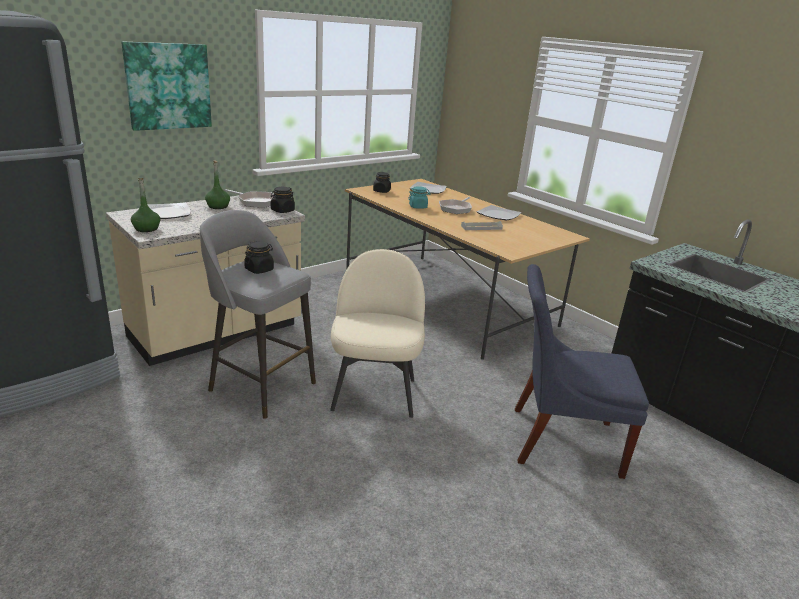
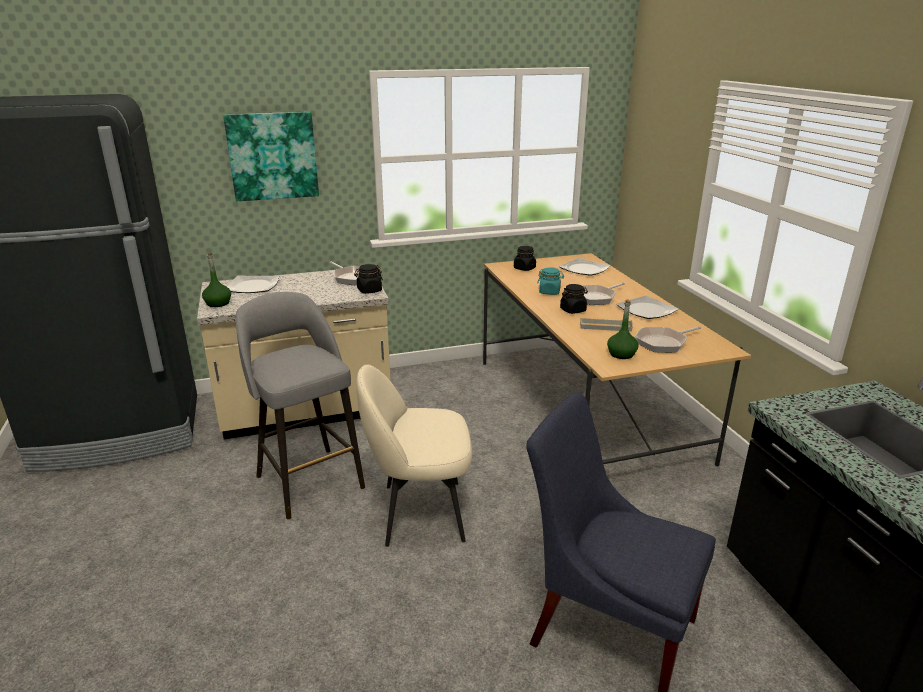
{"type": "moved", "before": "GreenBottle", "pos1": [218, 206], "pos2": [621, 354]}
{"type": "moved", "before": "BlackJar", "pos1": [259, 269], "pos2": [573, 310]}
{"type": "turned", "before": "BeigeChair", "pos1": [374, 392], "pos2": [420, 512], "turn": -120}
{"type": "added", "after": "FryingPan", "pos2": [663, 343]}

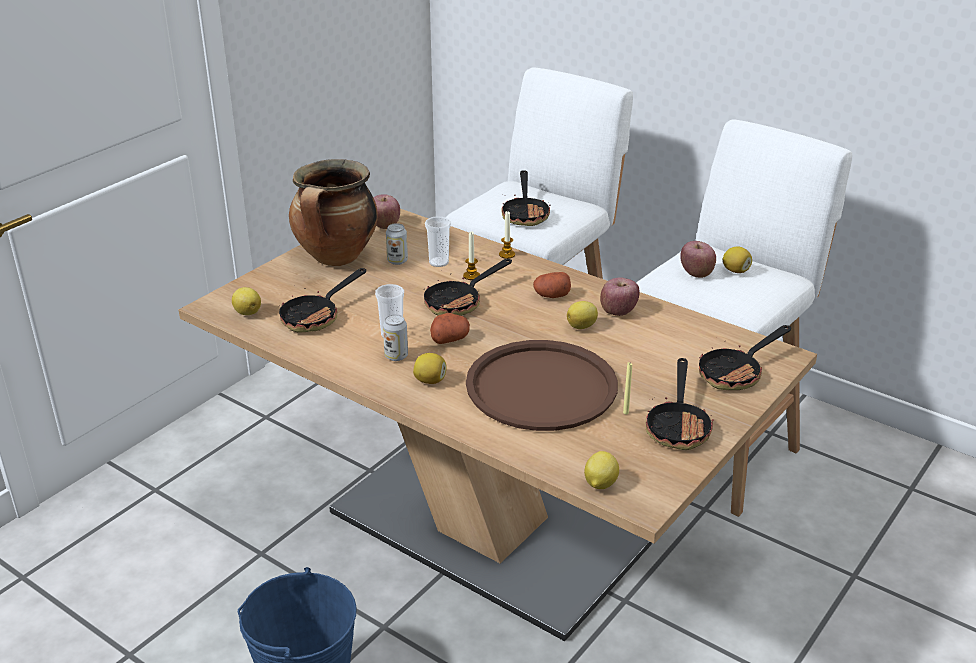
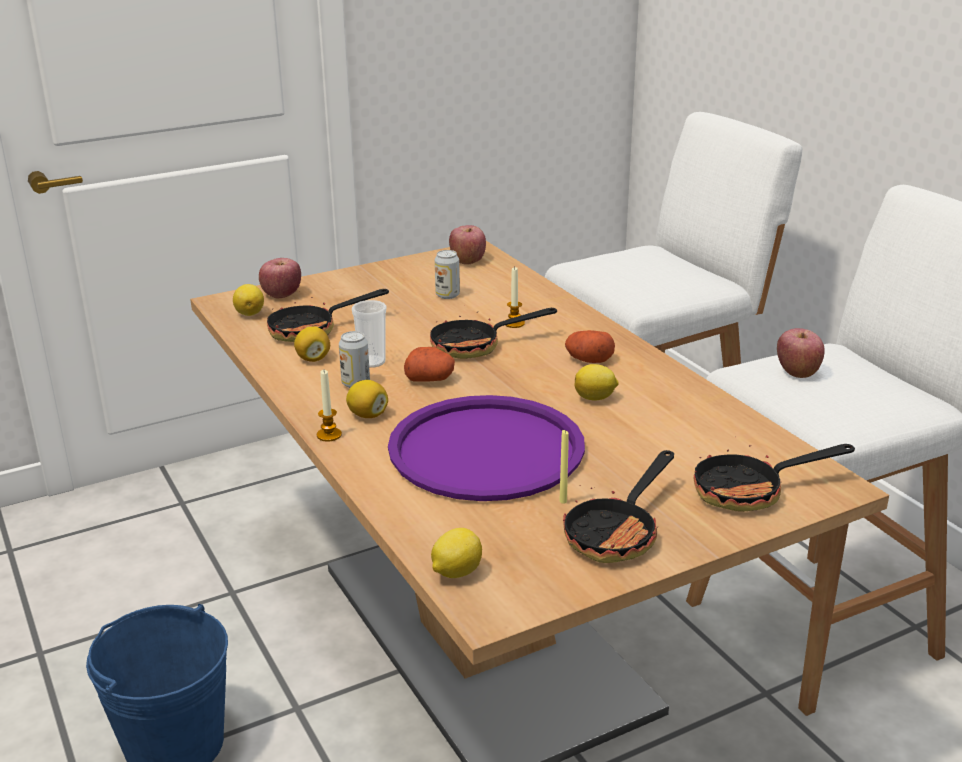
{"type": "removed", "before": "CookingPot", "pos1": [336, 258]}
{"type": "removed", "before": "FryingPan", "pos1": [525, 214]}
{"type": "moved", "before": "Candle", "pos1": [507, 254], "pos2": [329, 435]}
{"type": "removed", "before": "Cup", "pos1": [439, 262]}
{"type": "moved", "before": "Lemon", "pos1": [735, 271], "pos2": [313, 358]}
{"type": "moved", "before": "Apple", "pos1": [618, 311], "pos2": [282, 295]}
{"type": "recoloured", "before": "BrownTray", "after": "PurpleTray", "pos1": [541, 387], "pos2": [486, 450]}

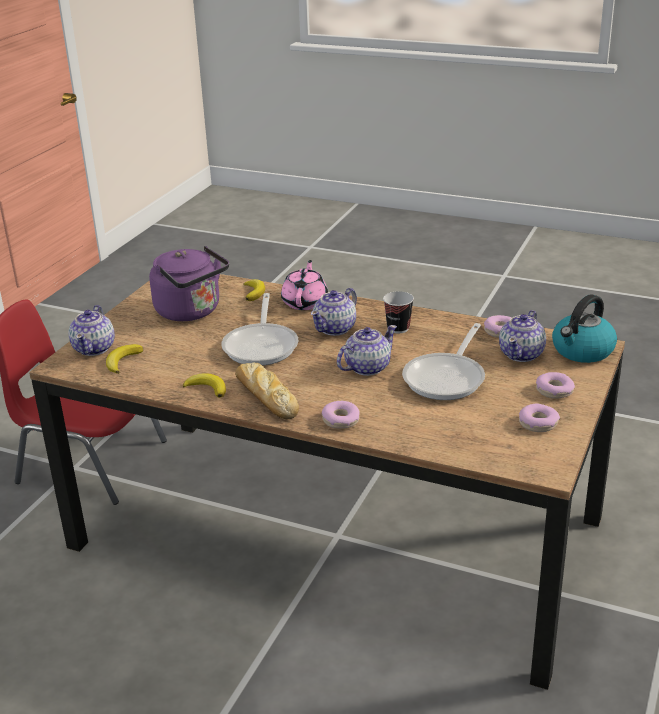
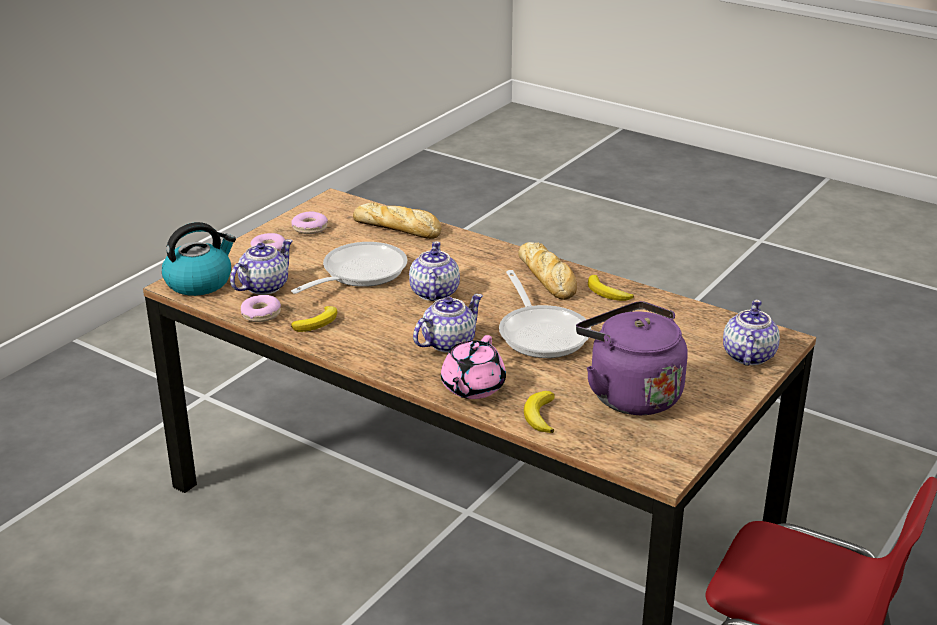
{"type": "removed", "before": "Cup", "pos1": [398, 328]}
{"type": "turned", "before": "FryingPan", "pos1": [262, 345], "pos2": [542, 333], "turn": 150}
{"type": "turned", "before": "Teapot", "pos1": [366, 367], "pos2": [433, 293], "turn": 120}
{"type": "moved", "before": "Banana", "pos1": [122, 361], "pos2": [318, 322]}
{"type": "removed", "before": "Donut", "pos1": [340, 420]}
{"type": "added", "after": "Bread", "pos2": [398, 228]}

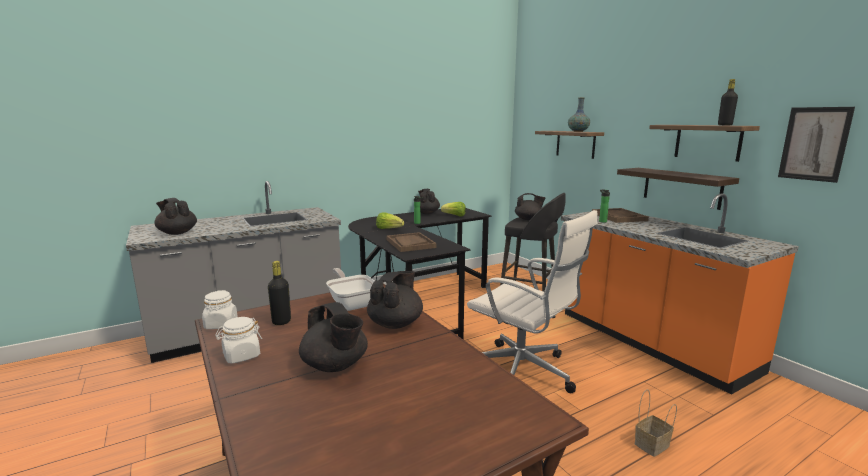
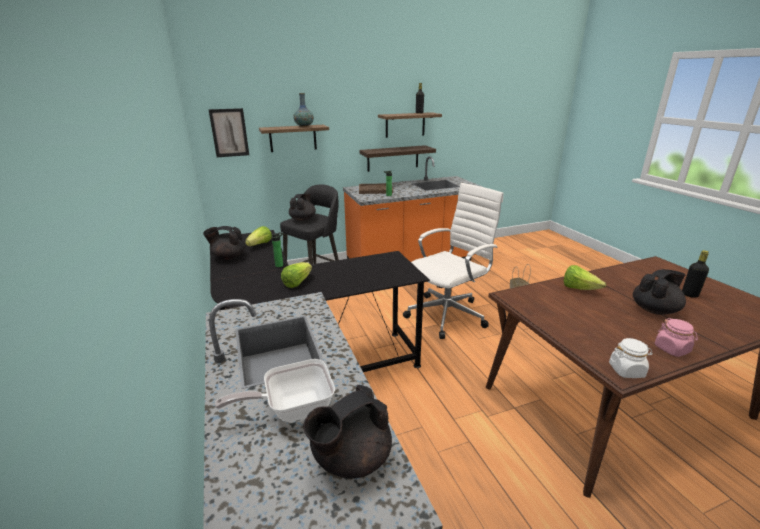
{"type": "moved", "before": "Picture", "pos1": [814, 144], "pos2": [229, 133]}
{"type": "removed", "before": "BrownTray", "pos1": [410, 243]}
{"type": "moved", "before": "BlackBottle", "pos1": [281, 321], "pos2": [689, 294]}
{"type": "moved", "before": "FryingPan", "pos1": [352, 303], "pos2": [292, 409]}
{"type": "replaced", "before": "BlackTeapot", "after": "Lettuce", "pos1": [396, 323], "pos2": [579, 288]}
{"type": "recoloured", "before": "WhiteJar", "after": "PinkJar", "pos1": [241, 356], "pos2": [672, 349]}

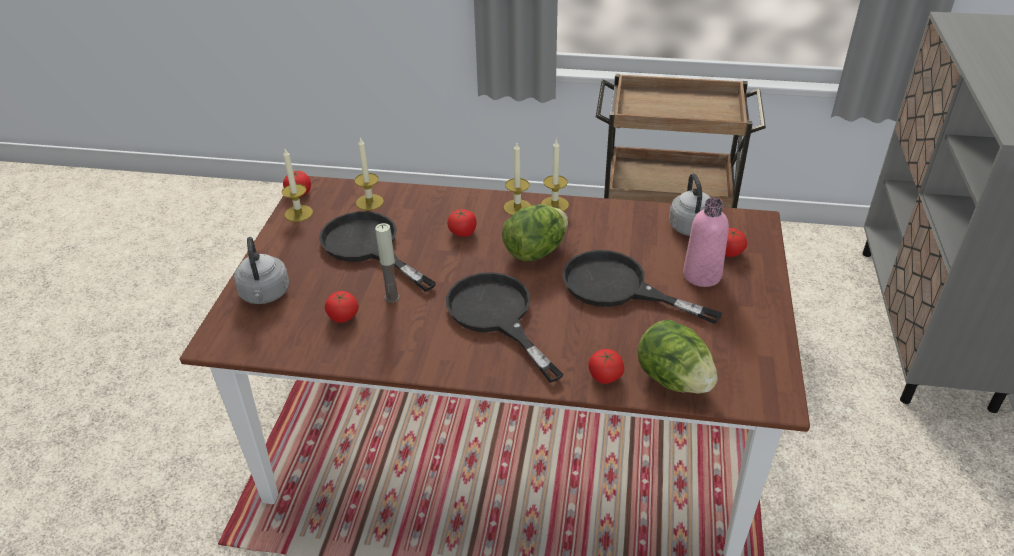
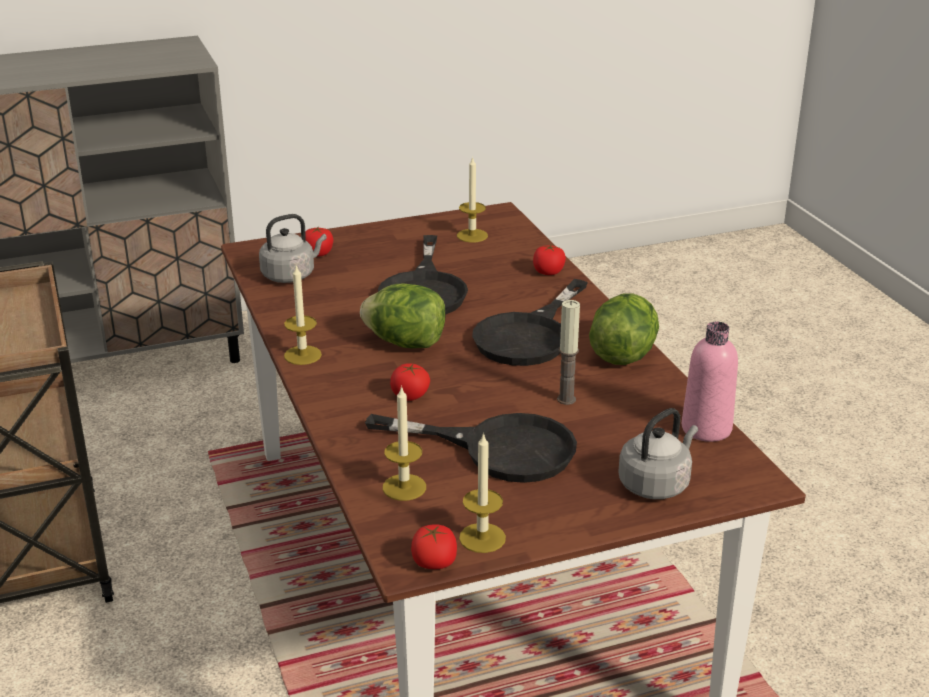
{"type": "moved", "before": "Candle", "pos1": [517, 207], "pos2": [472, 235]}
{"type": "moved", "before": "PinkBottle", "pos1": [702, 275], "pos2": [706, 429]}
{"type": "turned", "before": "BlackFryingPan", "pos1": [368, 247], "pos2": [499, 449], "turn": -90}
{"type": "removed", "before": "Tomato", "pos1": [343, 317]}
{"type": "moved", "before": "Lettuce", "pos1": [673, 379], "pos2": [623, 355]}

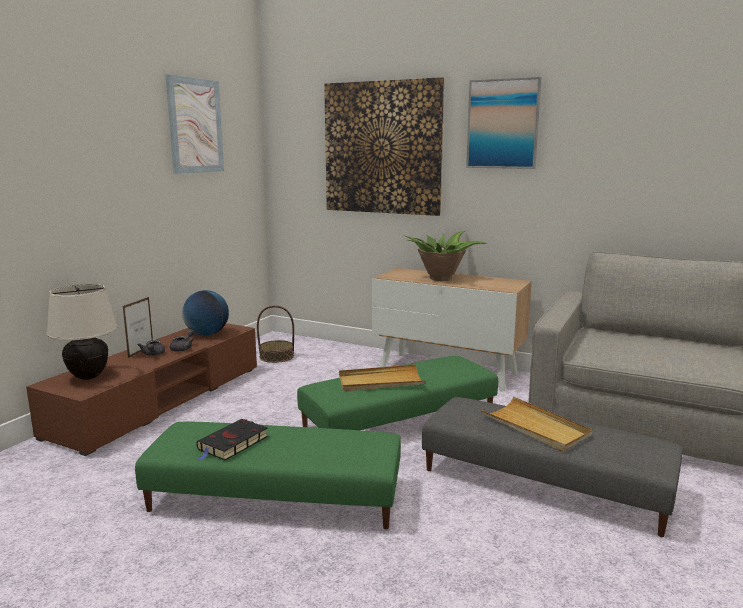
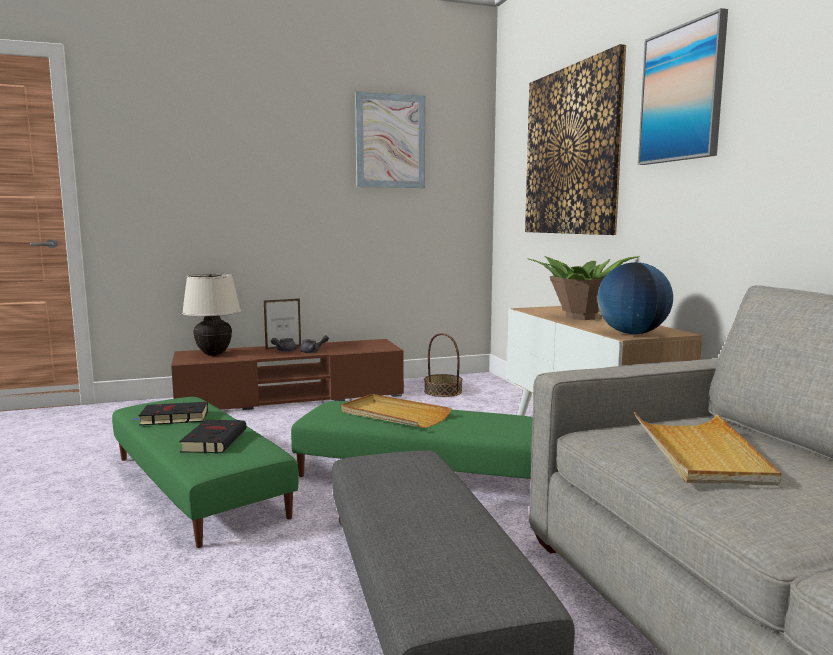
{"type": "moved", "before": "Globe", "pos1": [207, 334], "pos2": [632, 333]}
{"type": "moved", "before": "BeigeTray", "pos1": [535, 427], "pos2": [700, 453]}
{"type": "added", "after": "BlackBook", "pos2": [215, 440]}

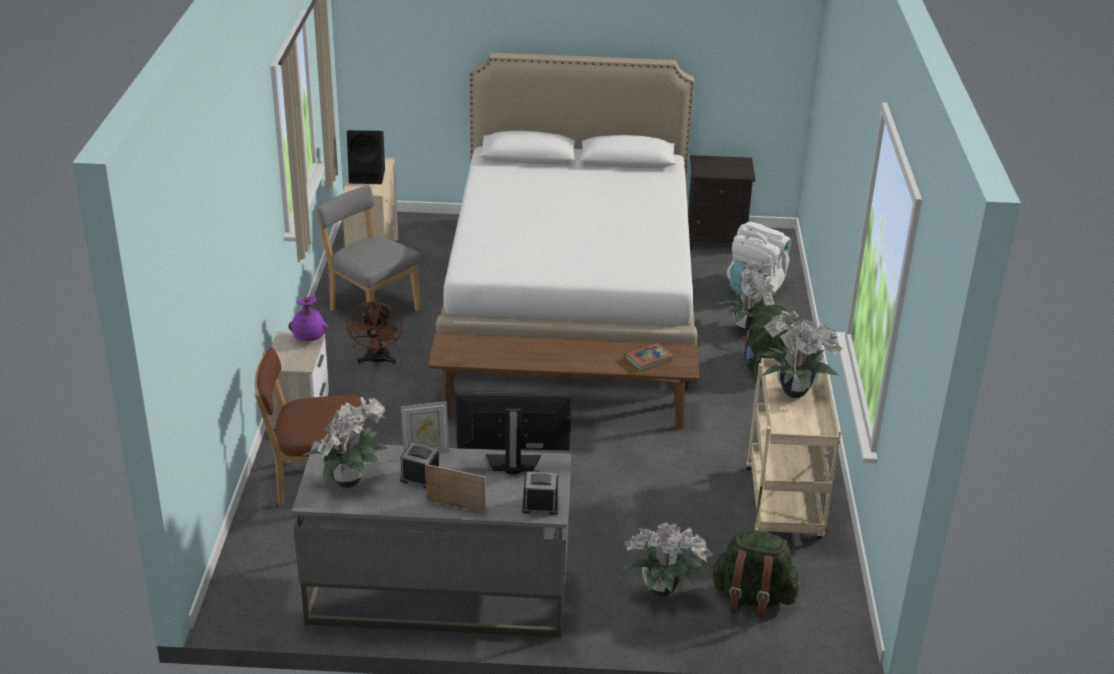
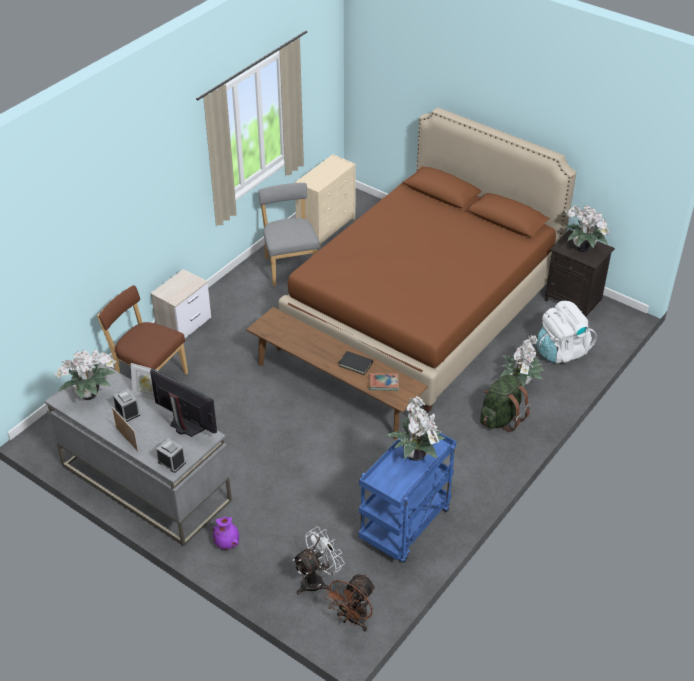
{"type": "recoloured", "before": "WhiteBed", "after": "BrownBed", "pos1": [570, 297], "pos2": [423, 307]}
{"type": "removed", "before": "BlackSpeaker", "pos1": [368, 176]}
{"type": "moved", "before": "PurpleVase", "pos1": [309, 338], "pos2": [227, 542]}
{"type": "moved", "before": "BrownFan", "pos1": [376, 361], "pos2": [353, 620]}
{"type": "recoloured", "before": "BeigeCart", "after": "BlueCart", "pos1": [784, 505], "pos2": [405, 527]}
{"type": "moved", "before": "PottedPlant", "pos1": [664, 591], "pos2": [584, 249]}
{"type": "replaced", "before": "GreenBackpack", "after": "WhiteFan", "pos1": [752, 599], "pos2": [317, 580]}
{"type": "added", "after": "BlackBook", "pos2": [355, 364]}

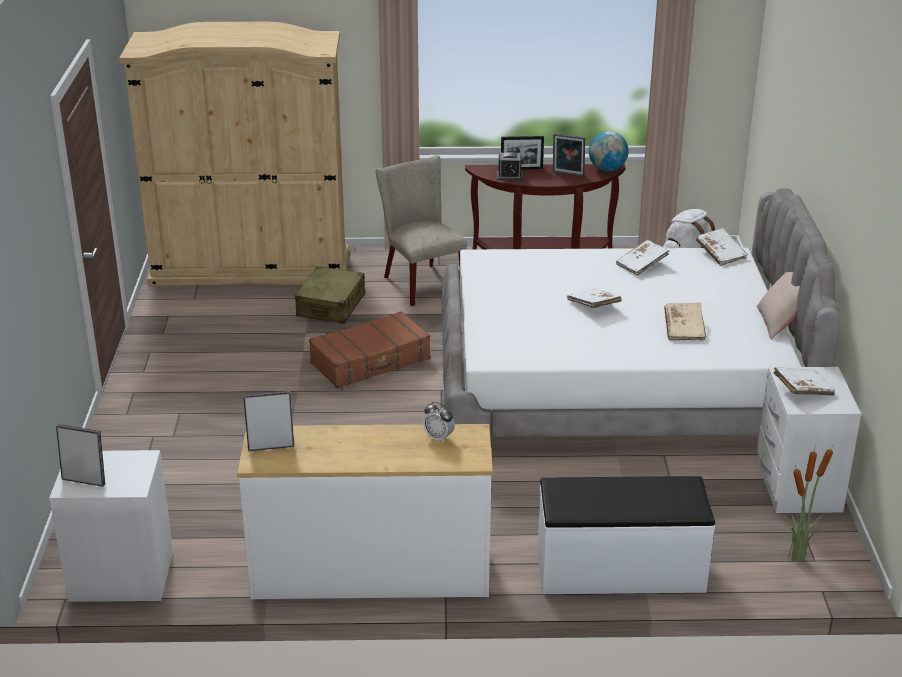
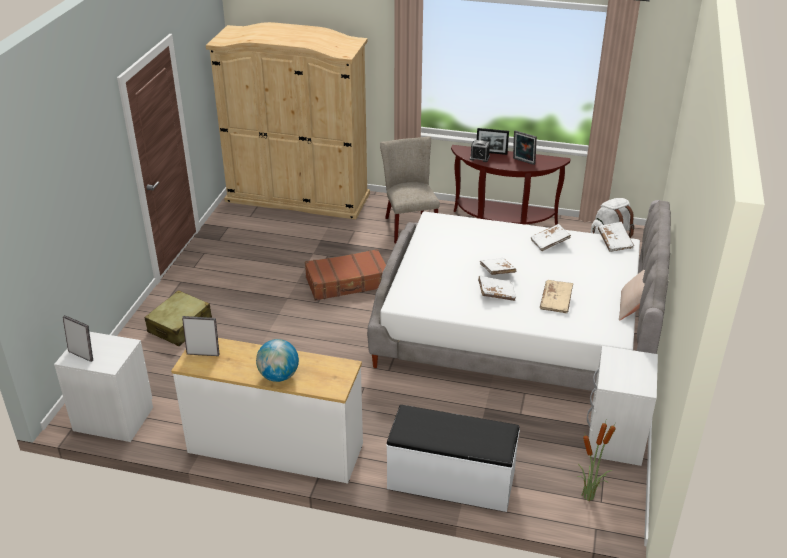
{"type": "moved", "before": "Globe", "pos1": [607, 169], "pos2": [279, 376]}
{"type": "moved", "before": "BeigeSuitcase", "pos1": [331, 306], "pos2": [180, 326]}
{"type": "moved", "before": "WhiteBook", "pos1": [802, 390], "pos2": [496, 294]}
{"type": "removed", "before": "AlarmClock", "pos1": [439, 437]}

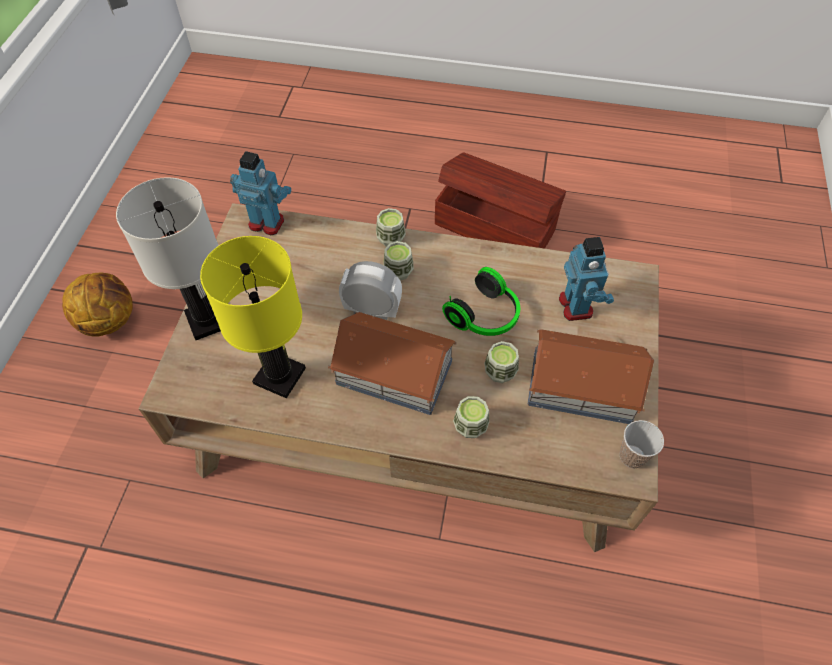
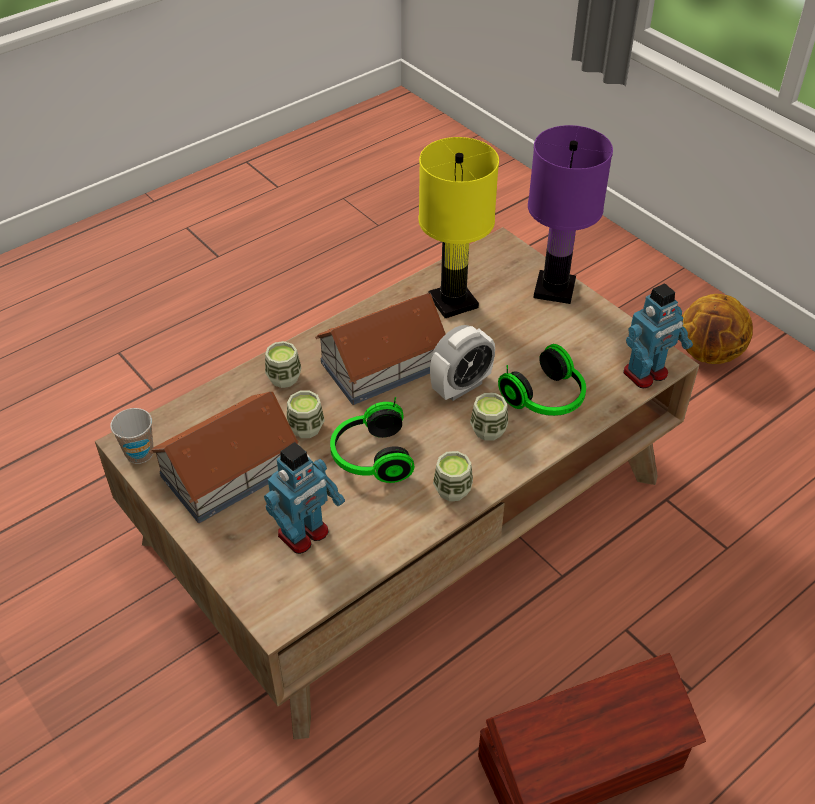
{"type": "recoloured", "before": "WhiteTableLamp", "after": "PurpleTableLamp", "pos1": [207, 321], "pos2": [554, 288]}
{"type": "moved", "before": "Cup", "pos1": [391, 238], "pos2": [452, 489]}
{"type": "turned", "before": "ToyRobot", "pos1": [576, 306], "pos2": [304, 534], "turn": -75}
{"type": "added", "after": "Headphones", "pos2": [547, 399]}

